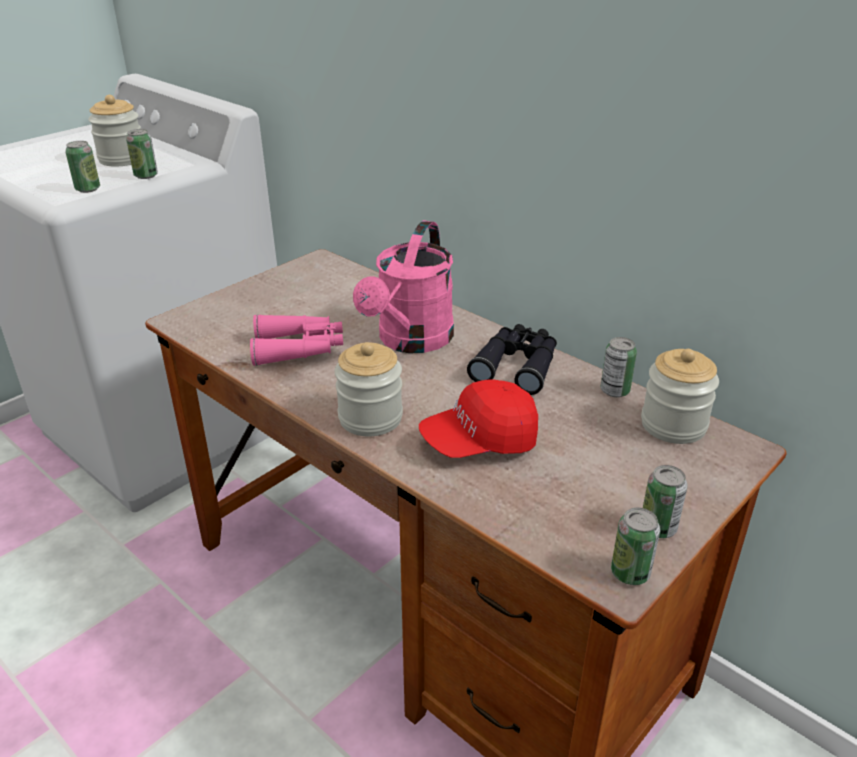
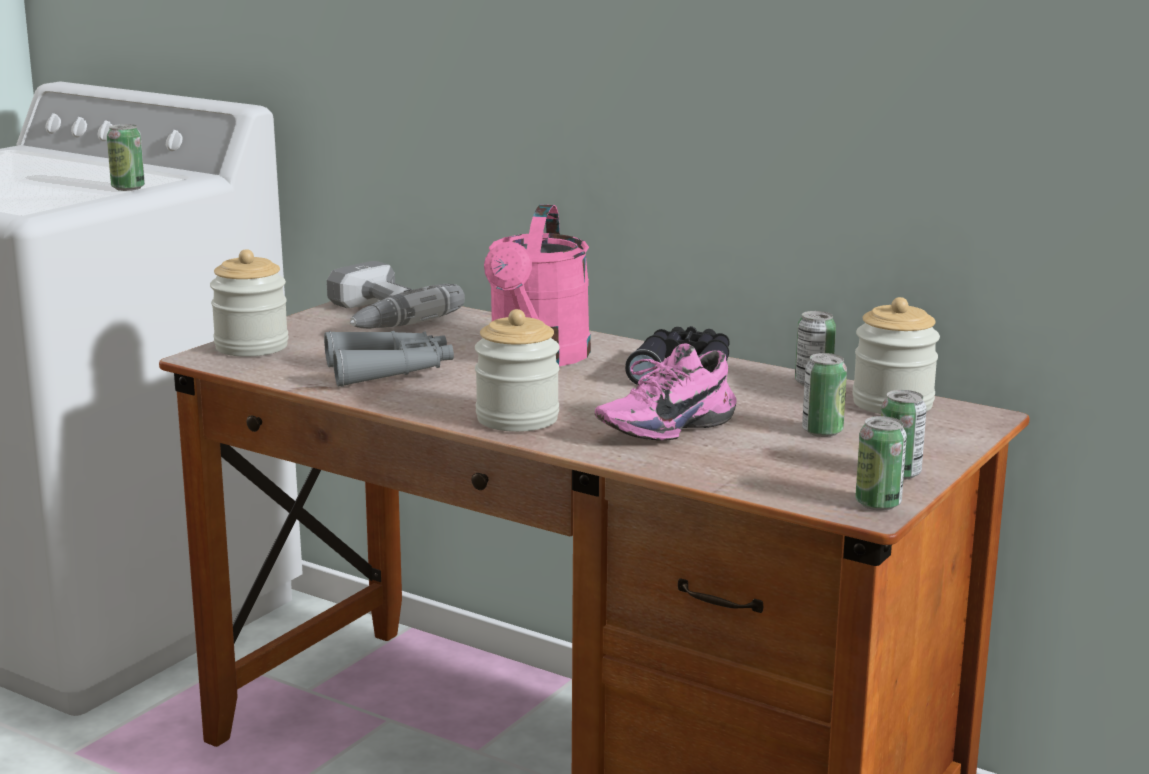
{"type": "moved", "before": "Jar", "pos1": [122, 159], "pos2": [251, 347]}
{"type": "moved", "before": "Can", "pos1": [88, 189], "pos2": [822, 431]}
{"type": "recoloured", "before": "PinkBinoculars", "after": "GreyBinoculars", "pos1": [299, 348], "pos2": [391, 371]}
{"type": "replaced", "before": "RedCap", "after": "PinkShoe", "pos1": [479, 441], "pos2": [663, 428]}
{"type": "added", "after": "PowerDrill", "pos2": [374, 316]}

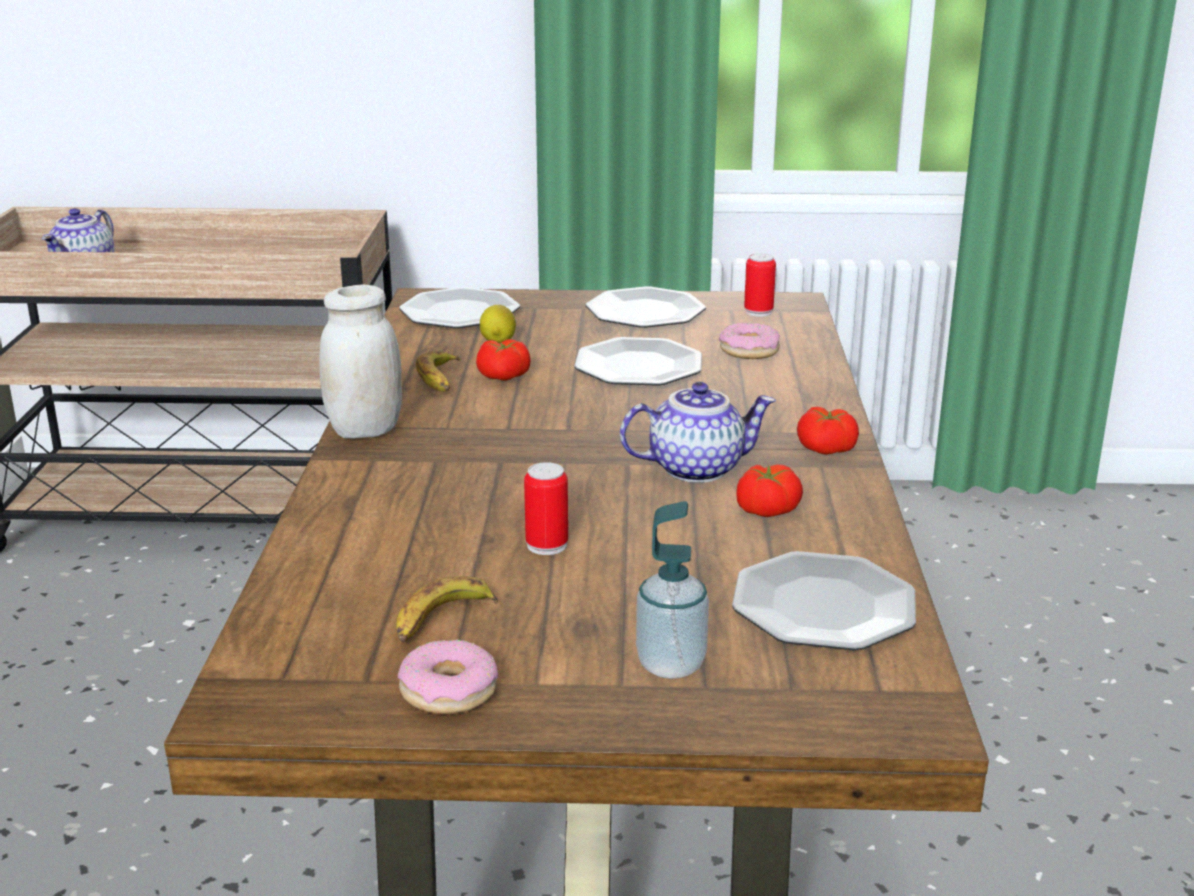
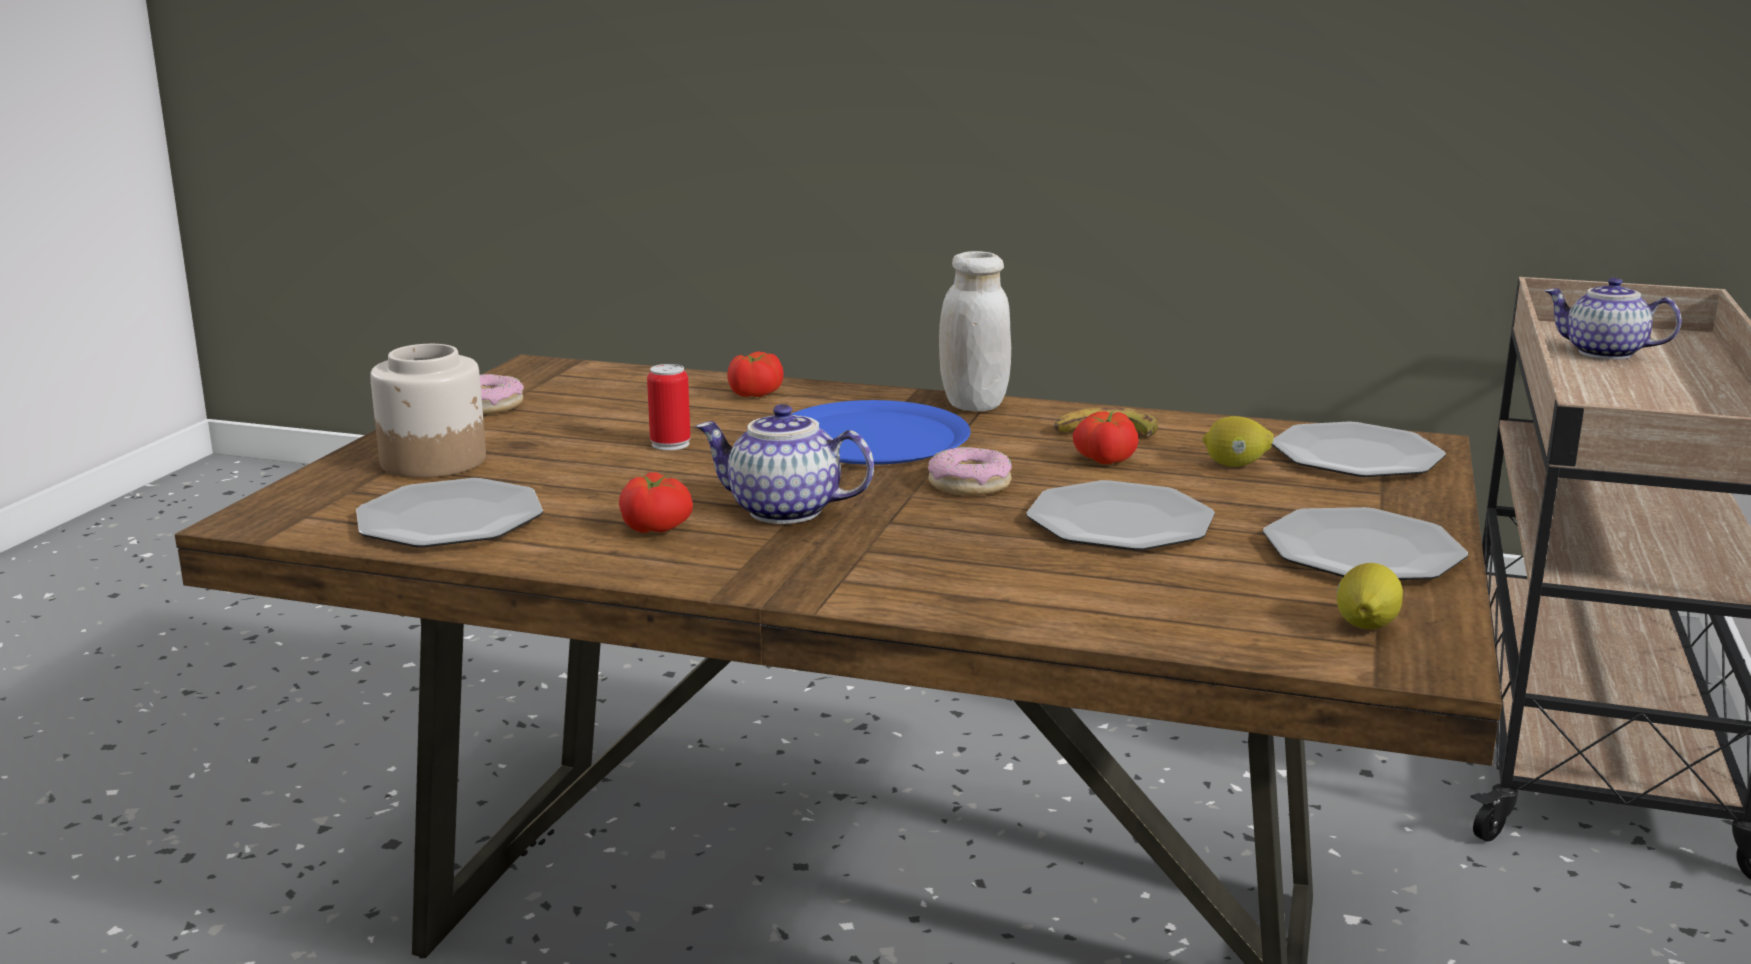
{"type": "replaced", "before": "Can", "after": "Lemon", "pos1": [758, 311], "pos2": [1365, 626]}
{"type": "moved", "before": "Donut", "pos1": [749, 350], "pos2": [969, 485]}
{"type": "turned", "before": "Teapot", "pos1": [696, 468], "pos2": [782, 512], "turn": 105}
{"type": "moved", "before": "Tomato", "pos1": [826, 450], "pos2": [753, 393]}
{"type": "replaced", "before": "SoapDispenser", "after": "Jar", "pos1": [671, 665], "pos2": [435, 461]}
{"type": "removed", "before": "Banana", "pos1": [441, 620]}
{"type": "added", "after": "BluePlate", "pos2": [872, 437]}

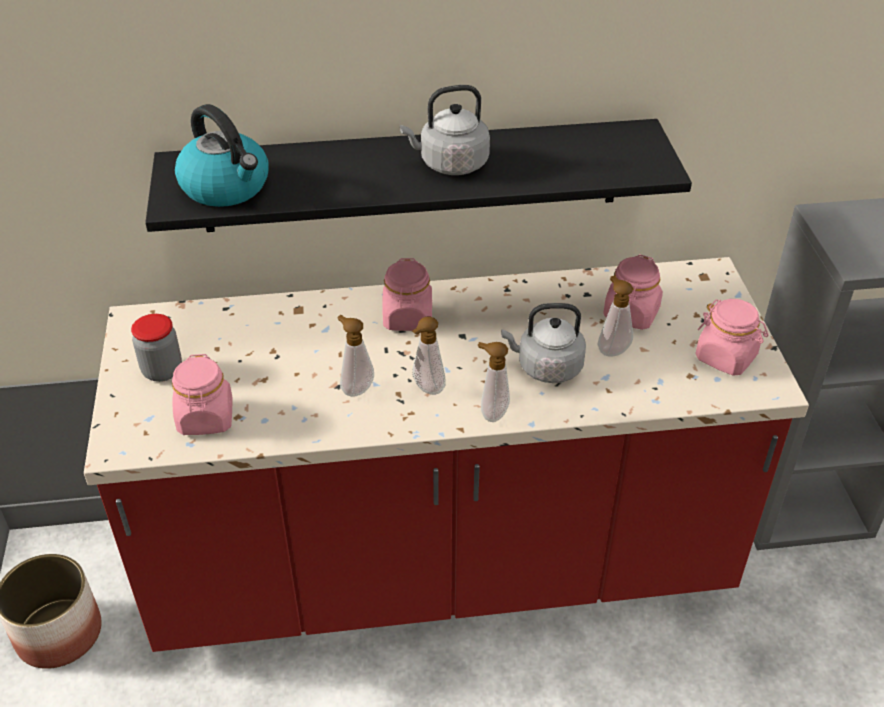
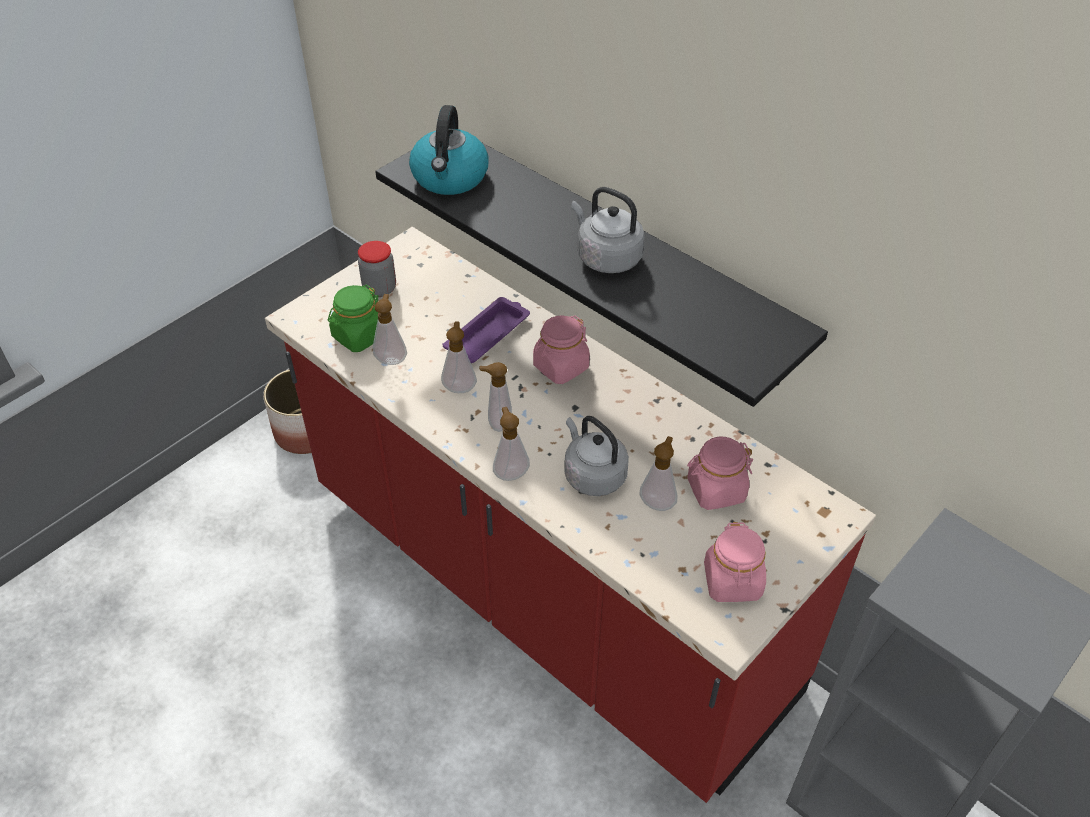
{"type": "recoloured", "before": "PinkJar", "after": "GreenJar", "pos1": [206, 418], "pos2": [359, 336]}
{"type": "added", "after": "SoapDispenser", "pos2": [391, 359]}
{"type": "added", "after": "PurpleTray", "pos2": [488, 334]}

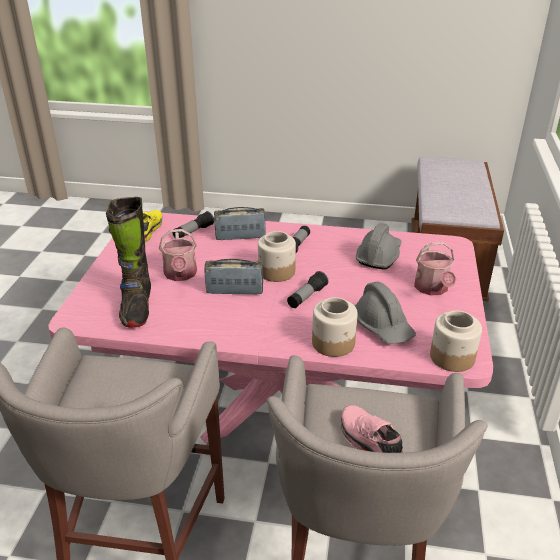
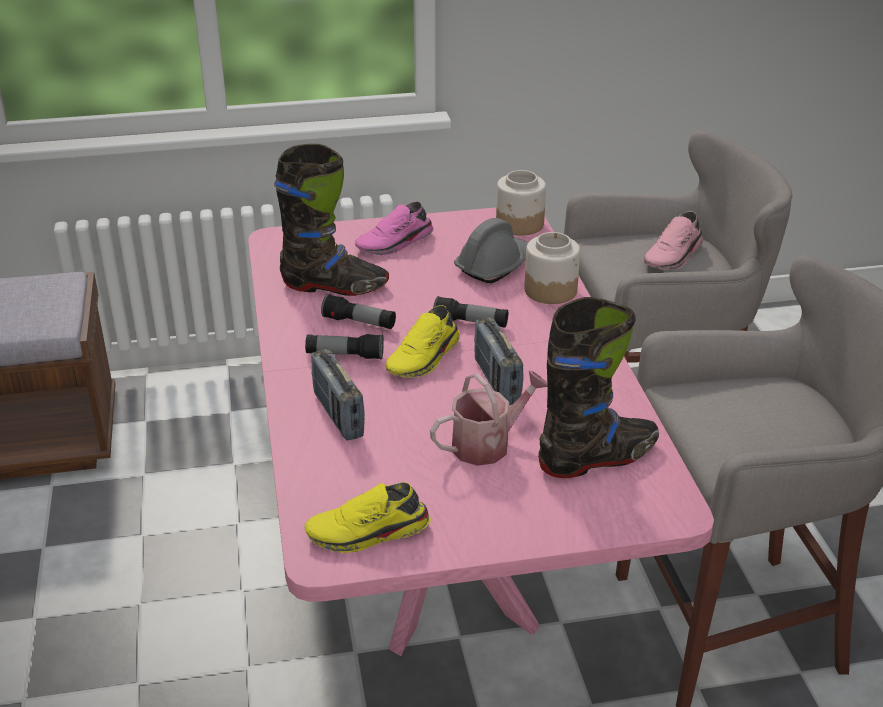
{"type": "moved", "before": "Flashlight", "pos1": [193, 232], "pos2": [359, 323]}
{"type": "replaced", "before": "GreyHardHat", "after": "BlackBoot", "pos1": [378, 256], "pos2": [334, 286]}
{"type": "replaced", "before": "Jar", "after": "YellowShoe", "pos1": [276, 272], "pos2": [425, 358]}
{"type": "replaced", "before": "WateringCan", "after": "PinkShoe", "pos1": [432, 289], "pos2": [395, 244]}

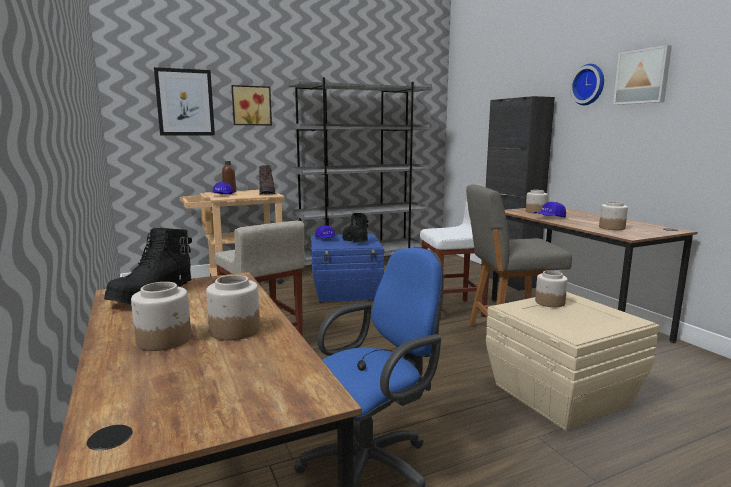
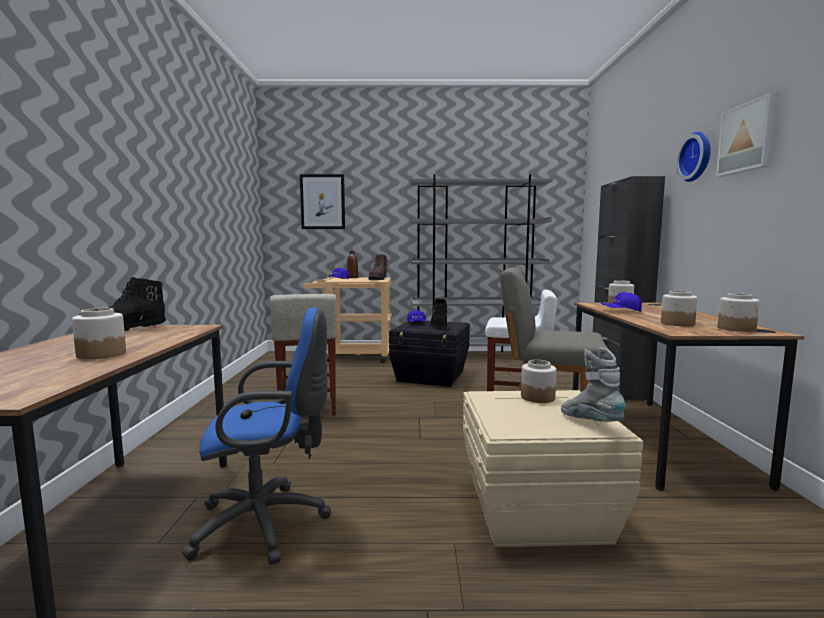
{"type": "removed", "before": "Picture", "pos1": [251, 105]}
{"type": "recoloured", "before": "BlueStorageBox", "after": "BlackStorageBox", "pos1": [346, 292], "pos2": [431, 376]}
{"type": "moved", "before": "Jar", "pos1": [165, 340], "pos2": [737, 329]}
{"type": "added", "after": "GreyBoot", "pos2": [590, 422]}

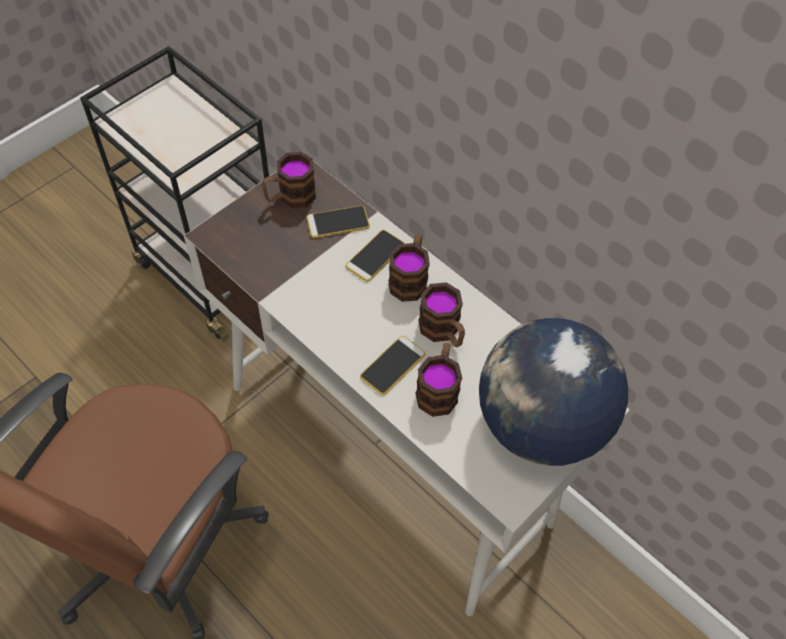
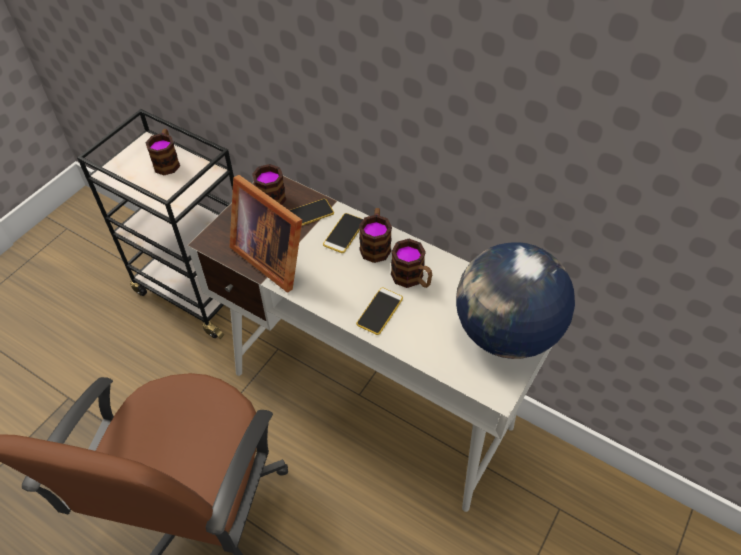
{"type": "moved", "before": "Mug", "pos1": [438, 389], "pos2": [167, 161]}
{"type": "added", "after": "PictureFrame", "pos2": [271, 256]}

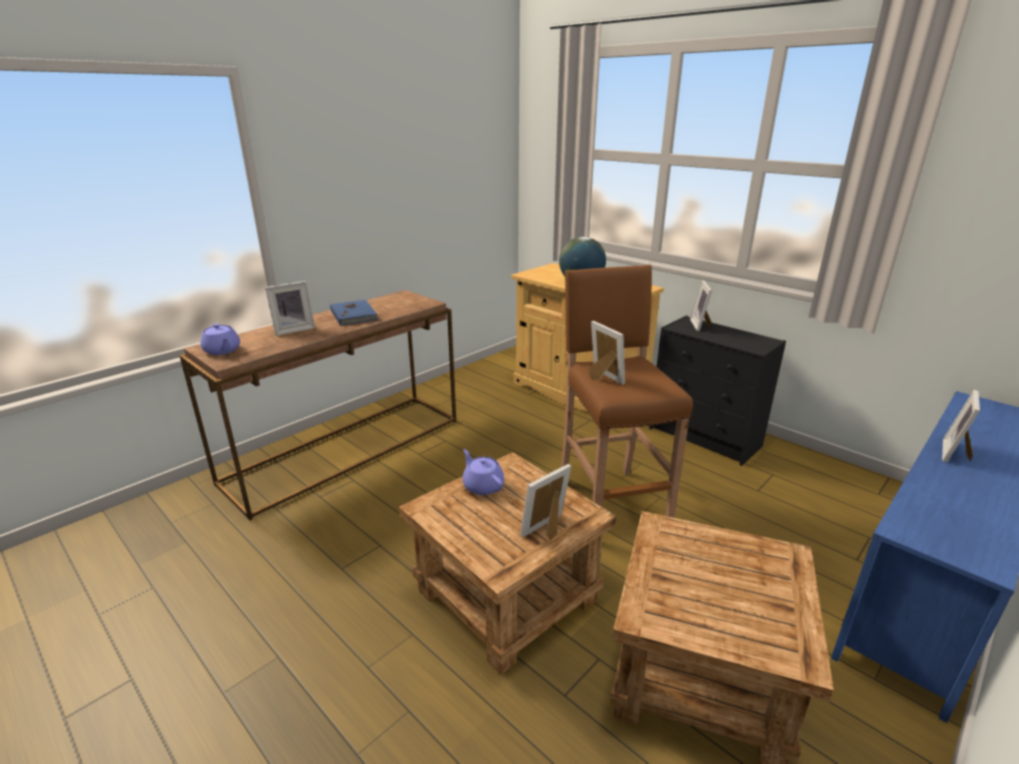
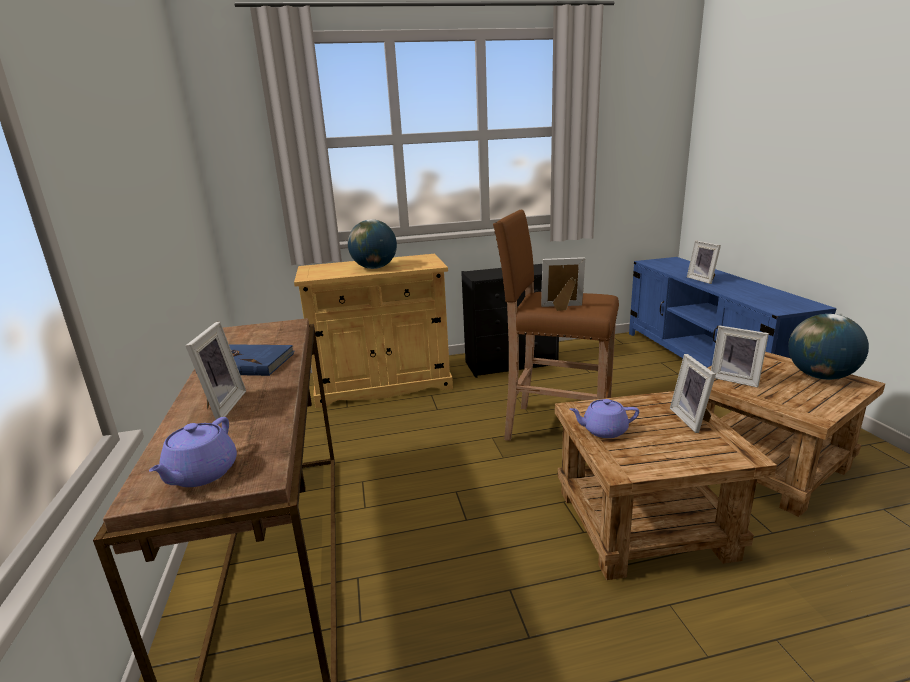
{"type": "moved", "before": "PictureFrame", "pos1": [701, 325], "pos2": [735, 379]}
{"type": "turned", "before": "PurpleTeapot", "pos1": [222, 351], "pos2": [201, 474], "turn": 105}
{"type": "added", "after": "Globe", "pos2": [821, 376]}

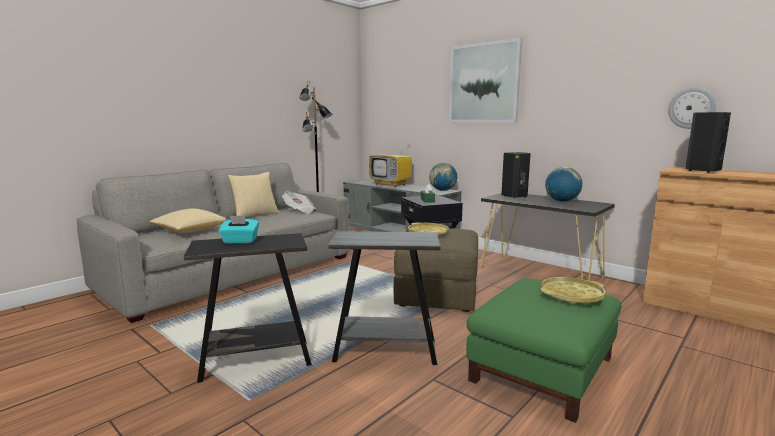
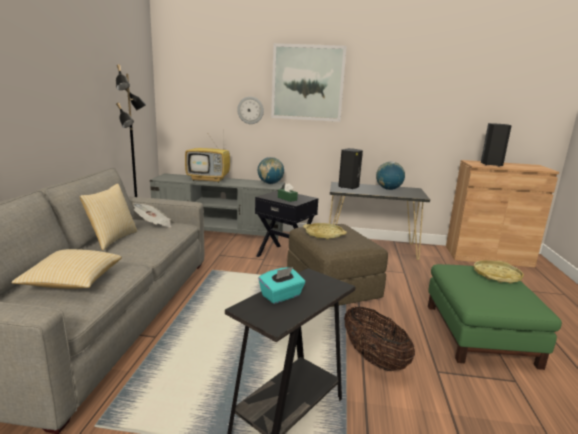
{"type": "moved", "before": "WallClock", "pos1": [691, 108], "pos2": [250, 110]}
{"type": "replaced", "before": "GreySideTable", "after": "Basket", "pos1": [385, 351], "pos2": [373, 359]}

